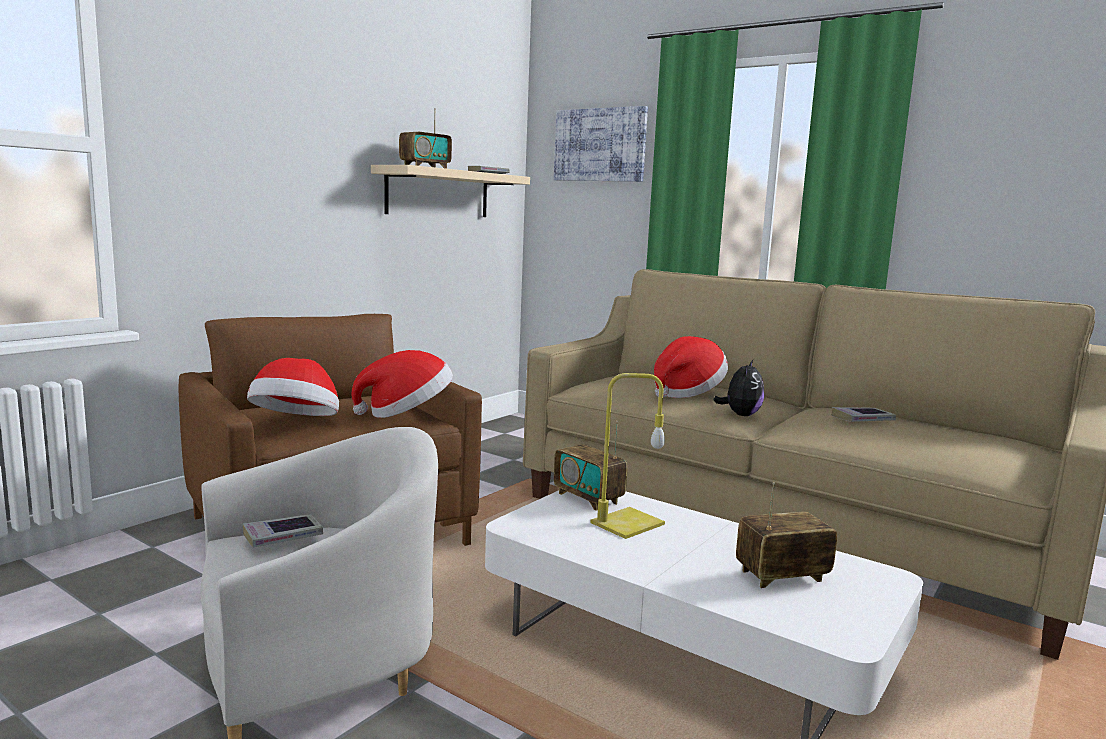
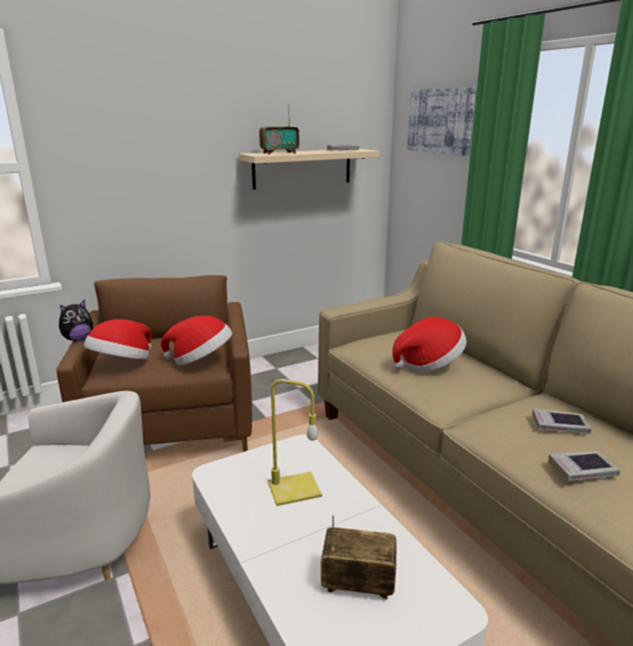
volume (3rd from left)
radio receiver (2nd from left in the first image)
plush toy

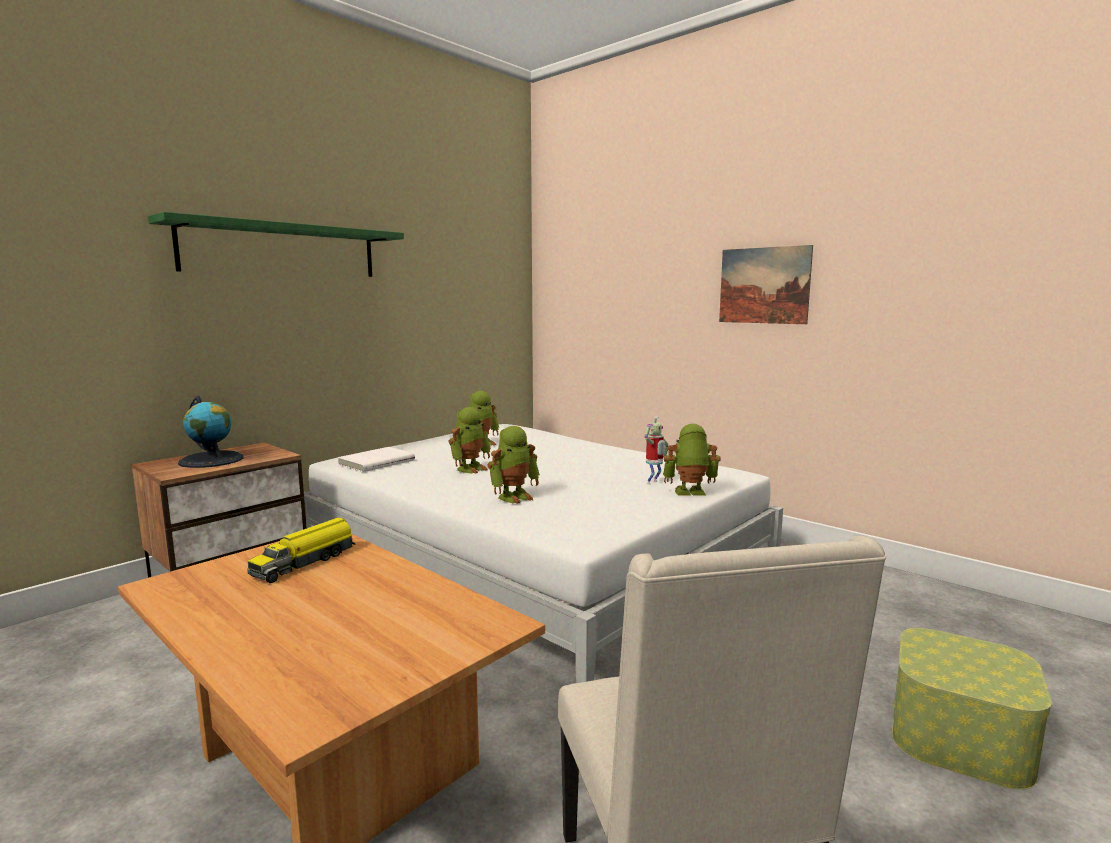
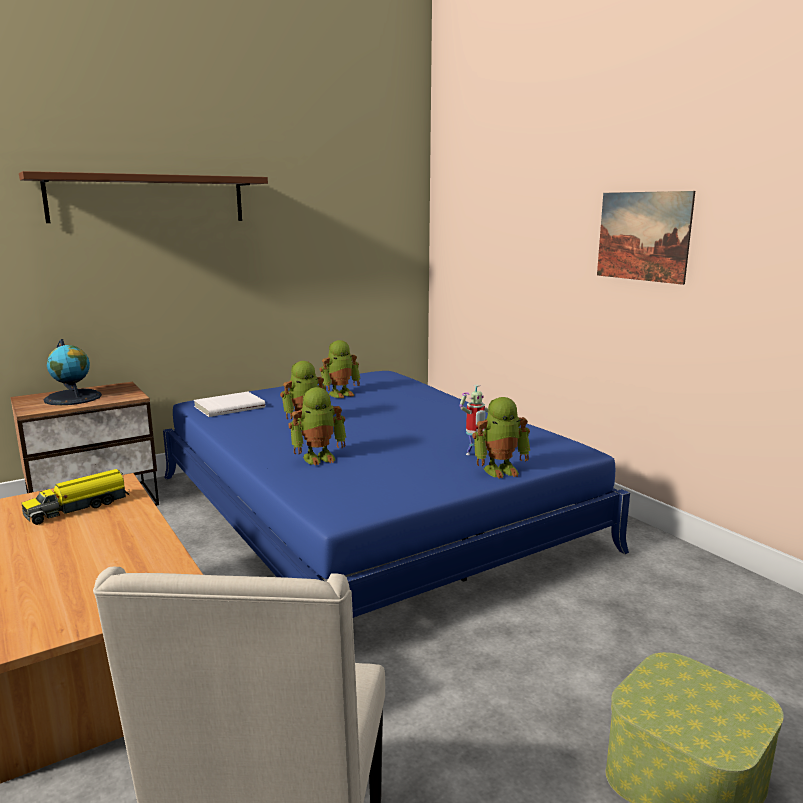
shelf (brown-coloured)
bedroom bed (bluish)
toy robot (5th from left)

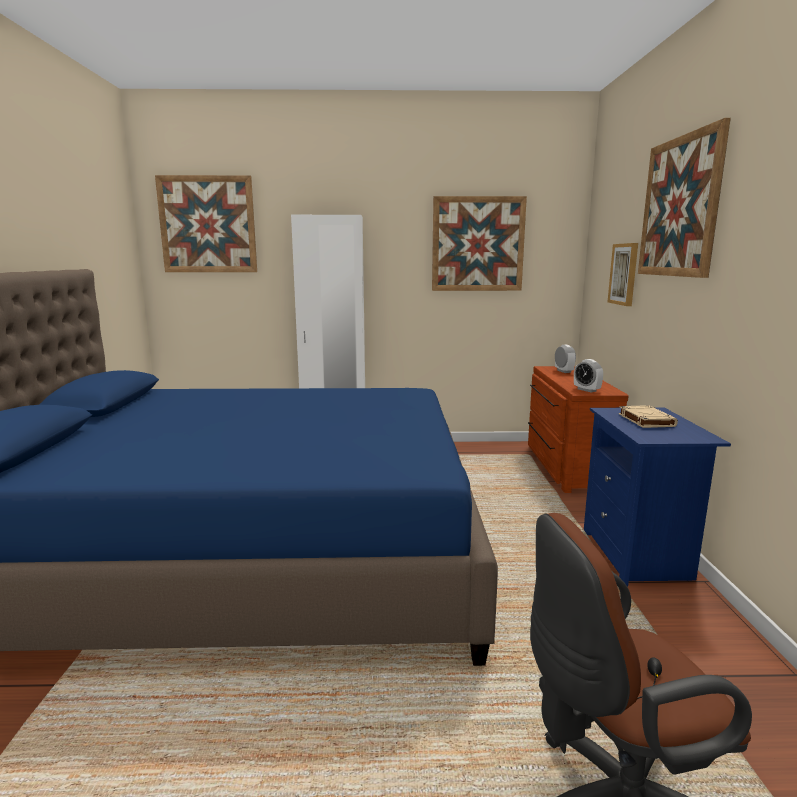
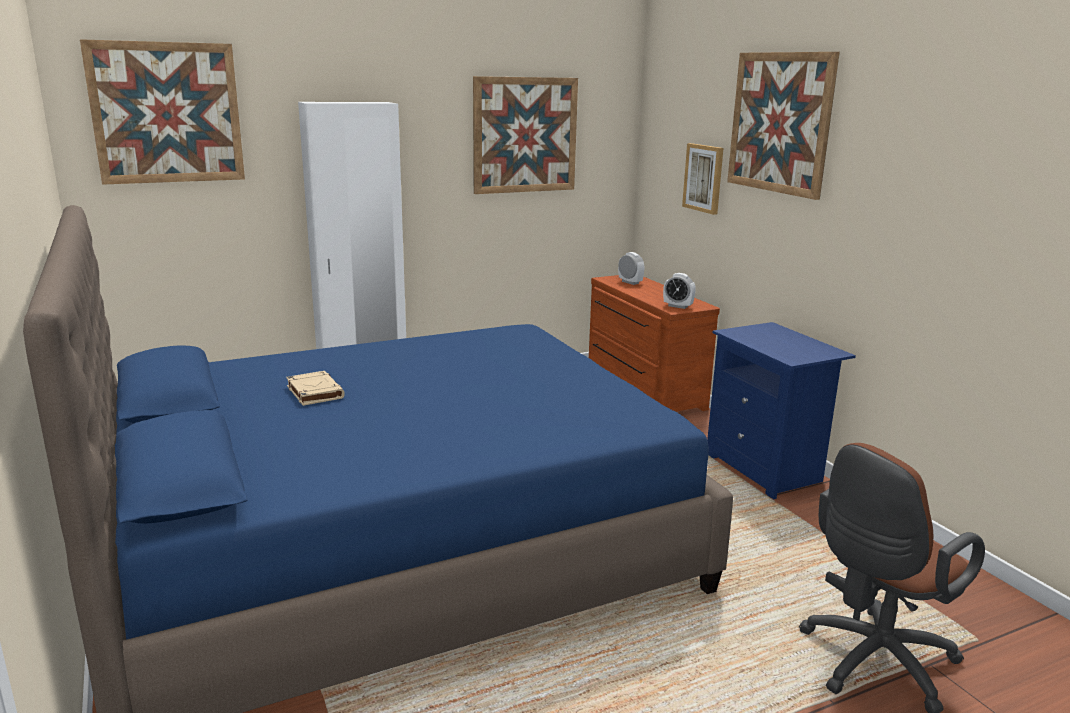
volume (beige-coloured)

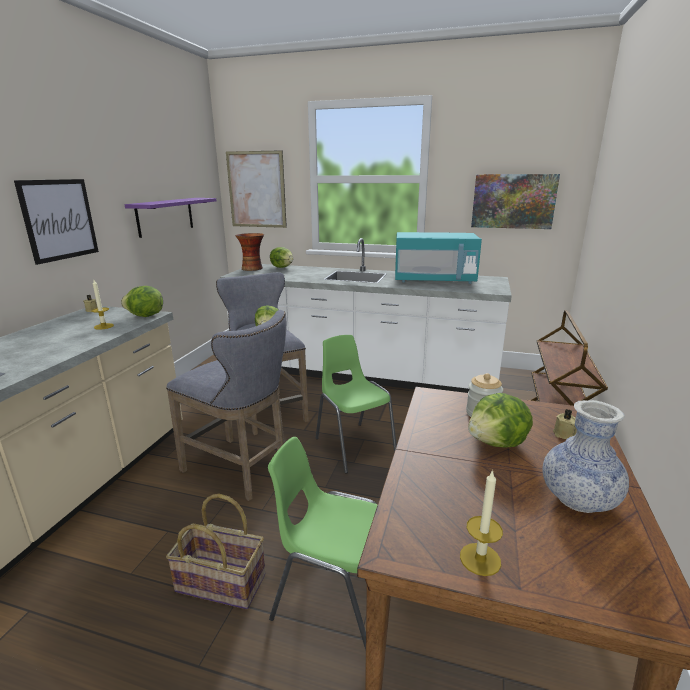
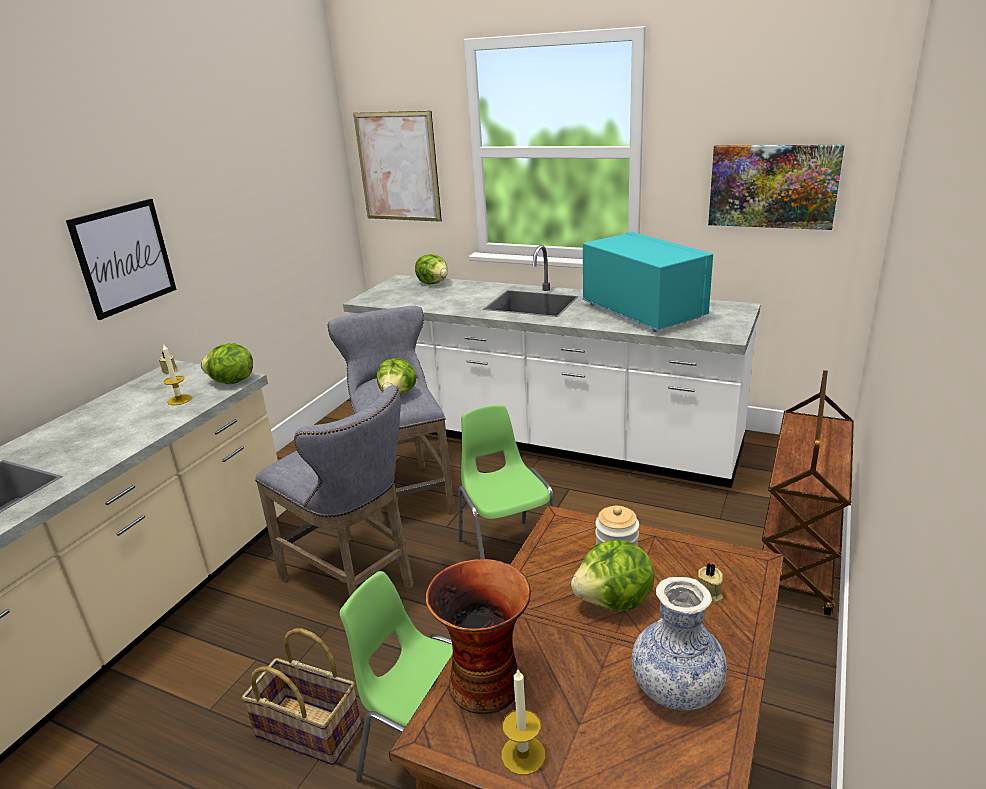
shelf (purple)
vase (1st from left)
kitchen microwave (turquoise-coloured)

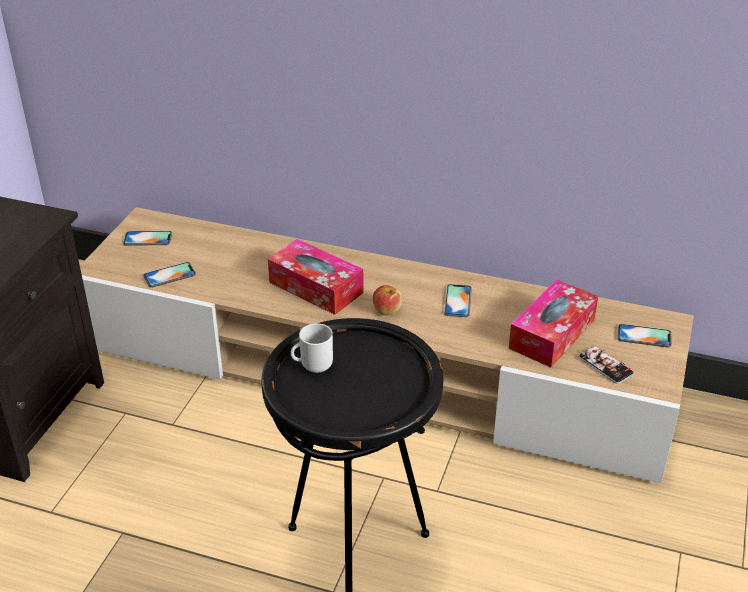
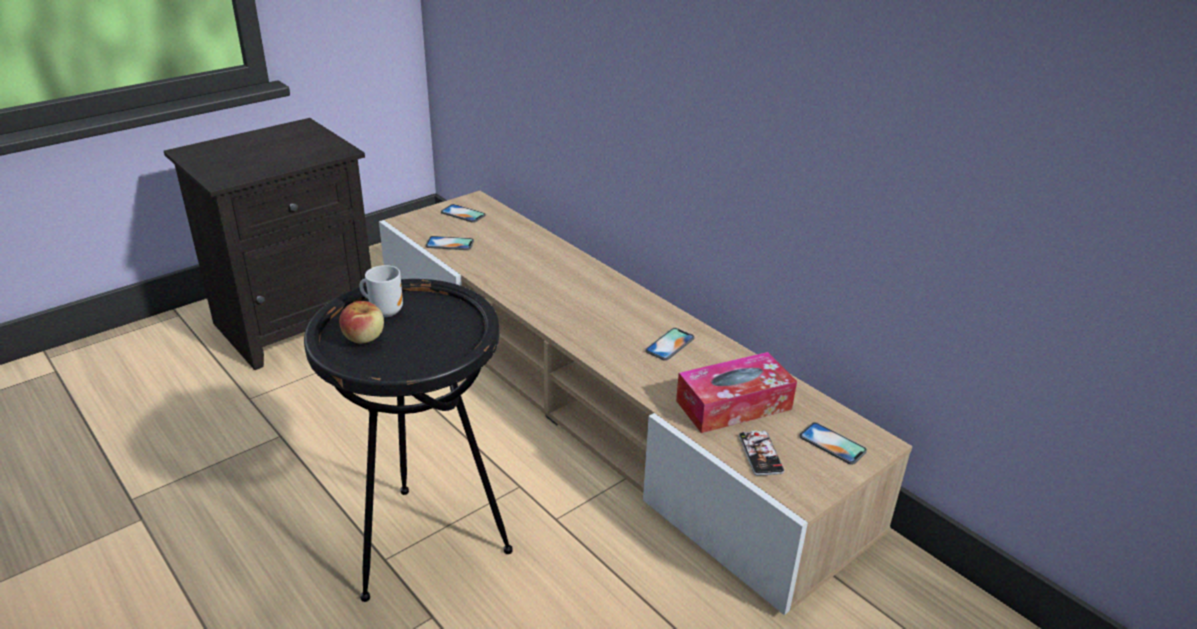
box of tissues (1st from left in the first image)
apple fruit

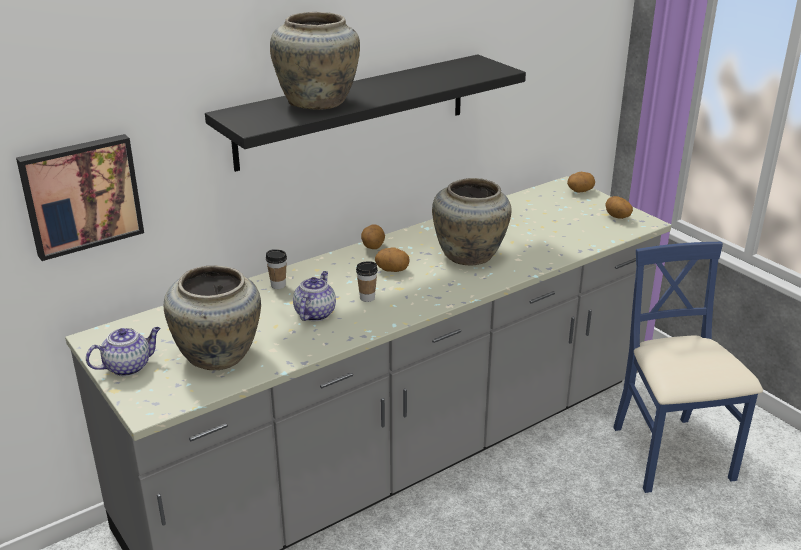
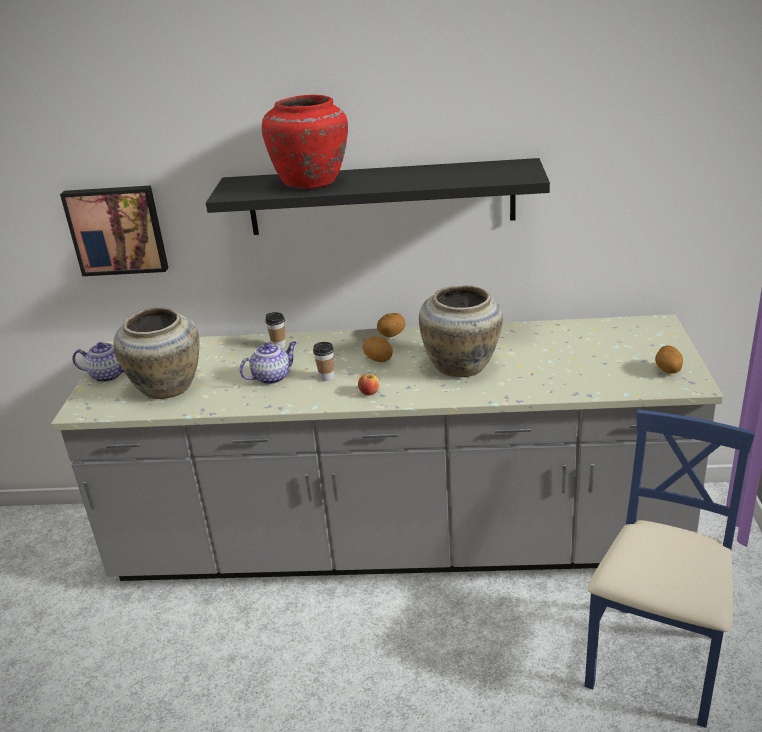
vase (red-coloured)
spud (3rd from left in the first image)
apple fruit

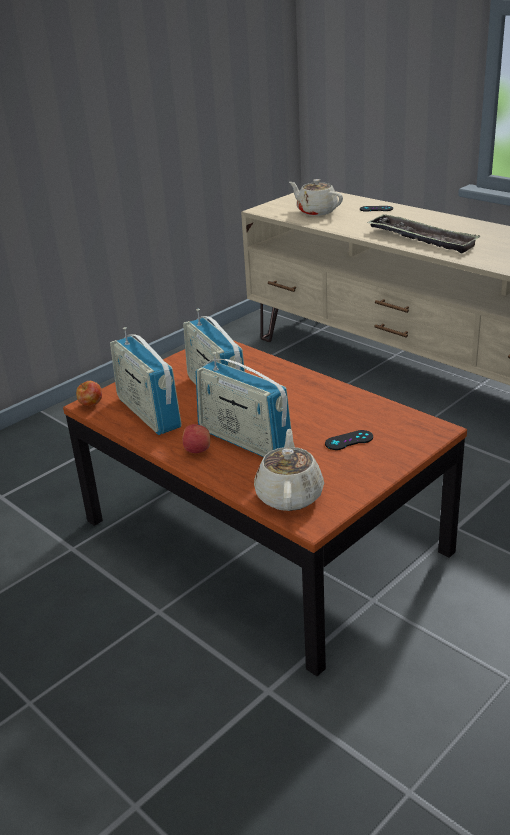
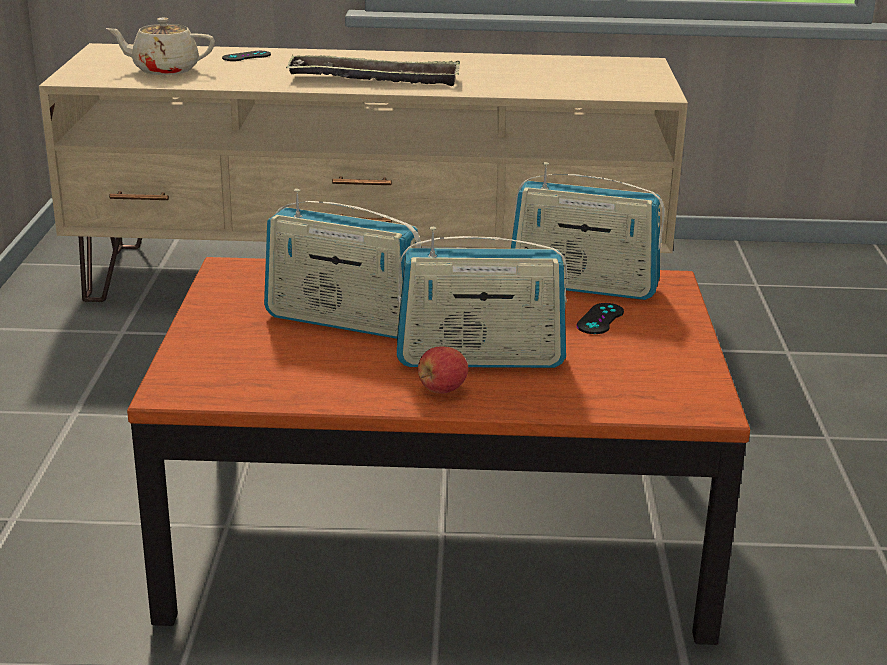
apple fruit (1st from left in the first image)
radio receiver (3rd from left)
pot for tea (beige-coloured) (1st from left in the first image)

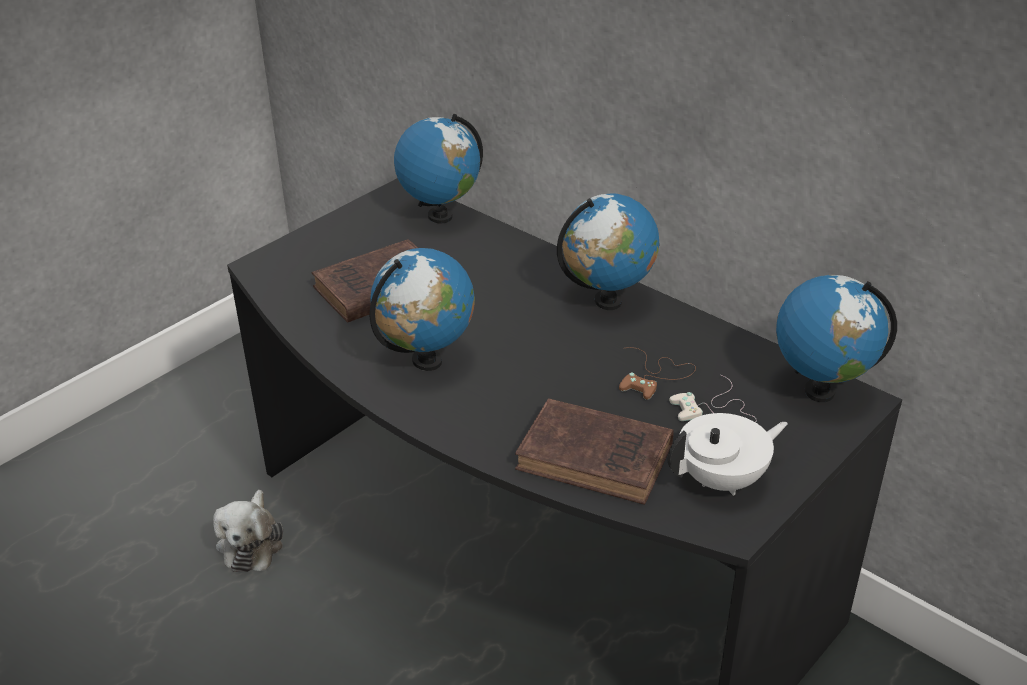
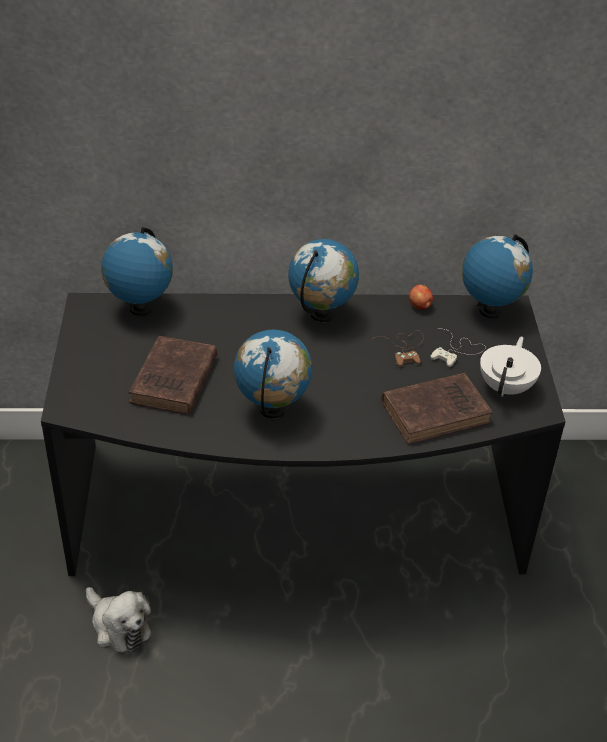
apple fruit

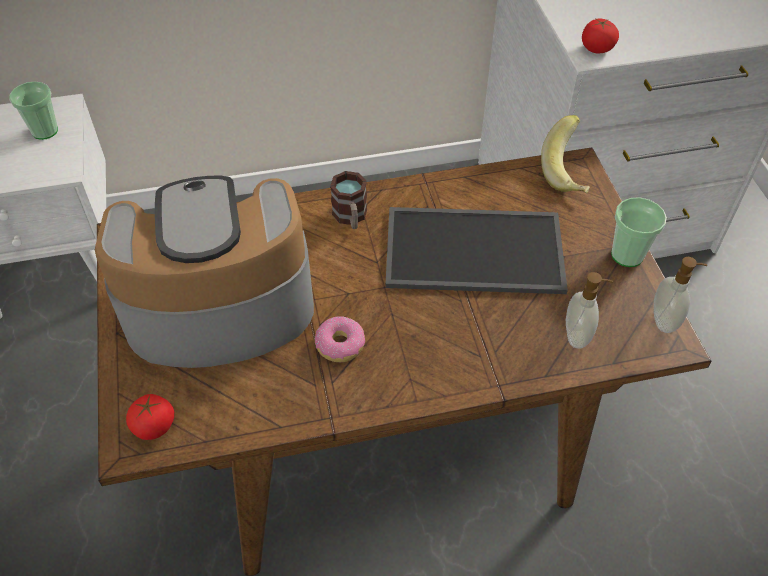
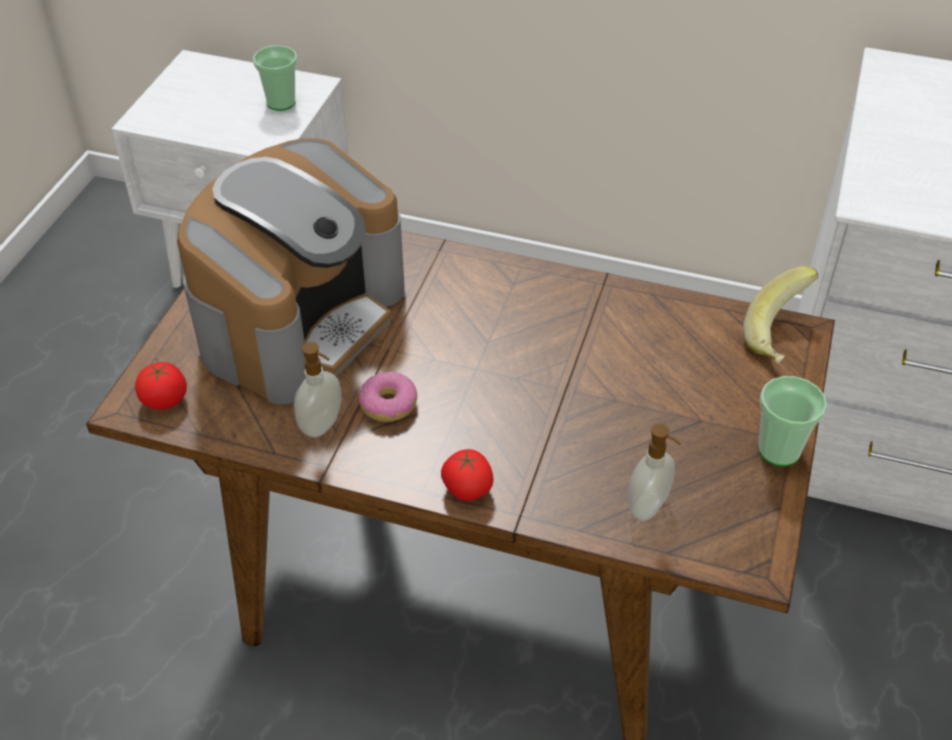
coffee brewer
coffee mug
tray
fresh tomato (2nd from left)
liquid soap bottle (1st from left)

